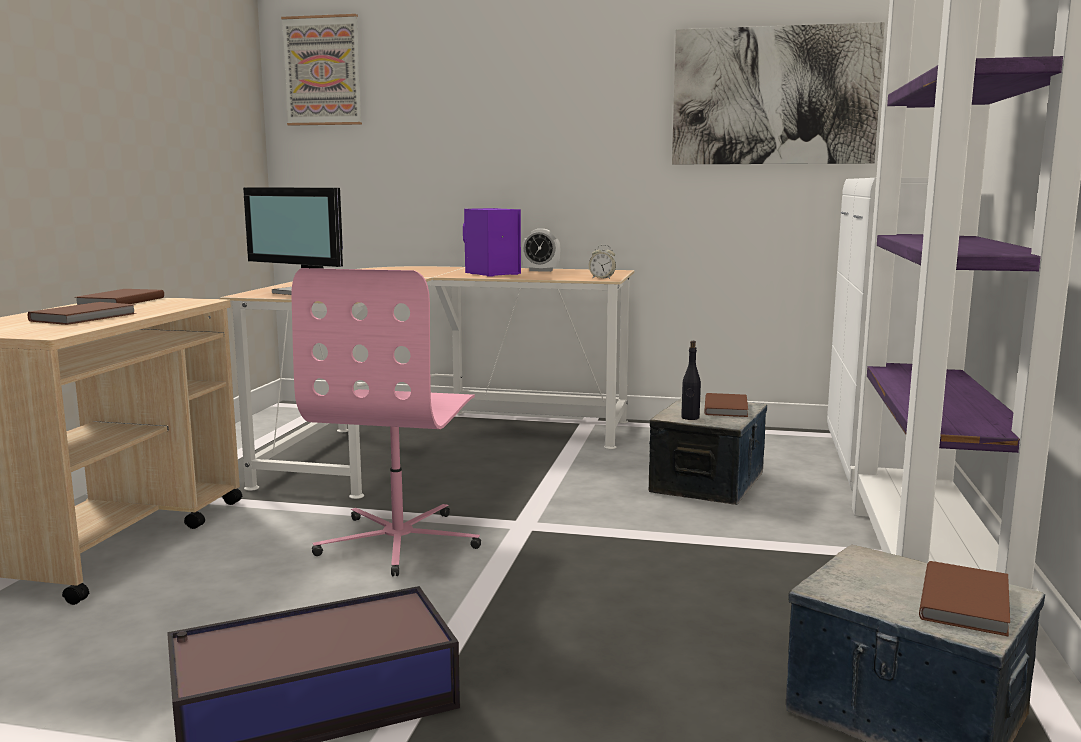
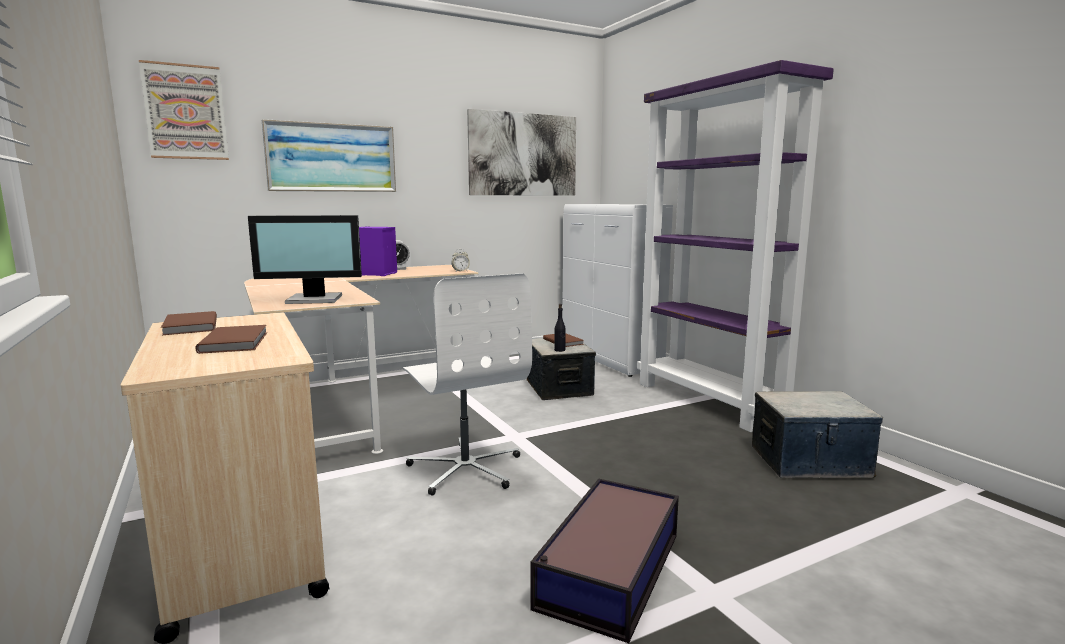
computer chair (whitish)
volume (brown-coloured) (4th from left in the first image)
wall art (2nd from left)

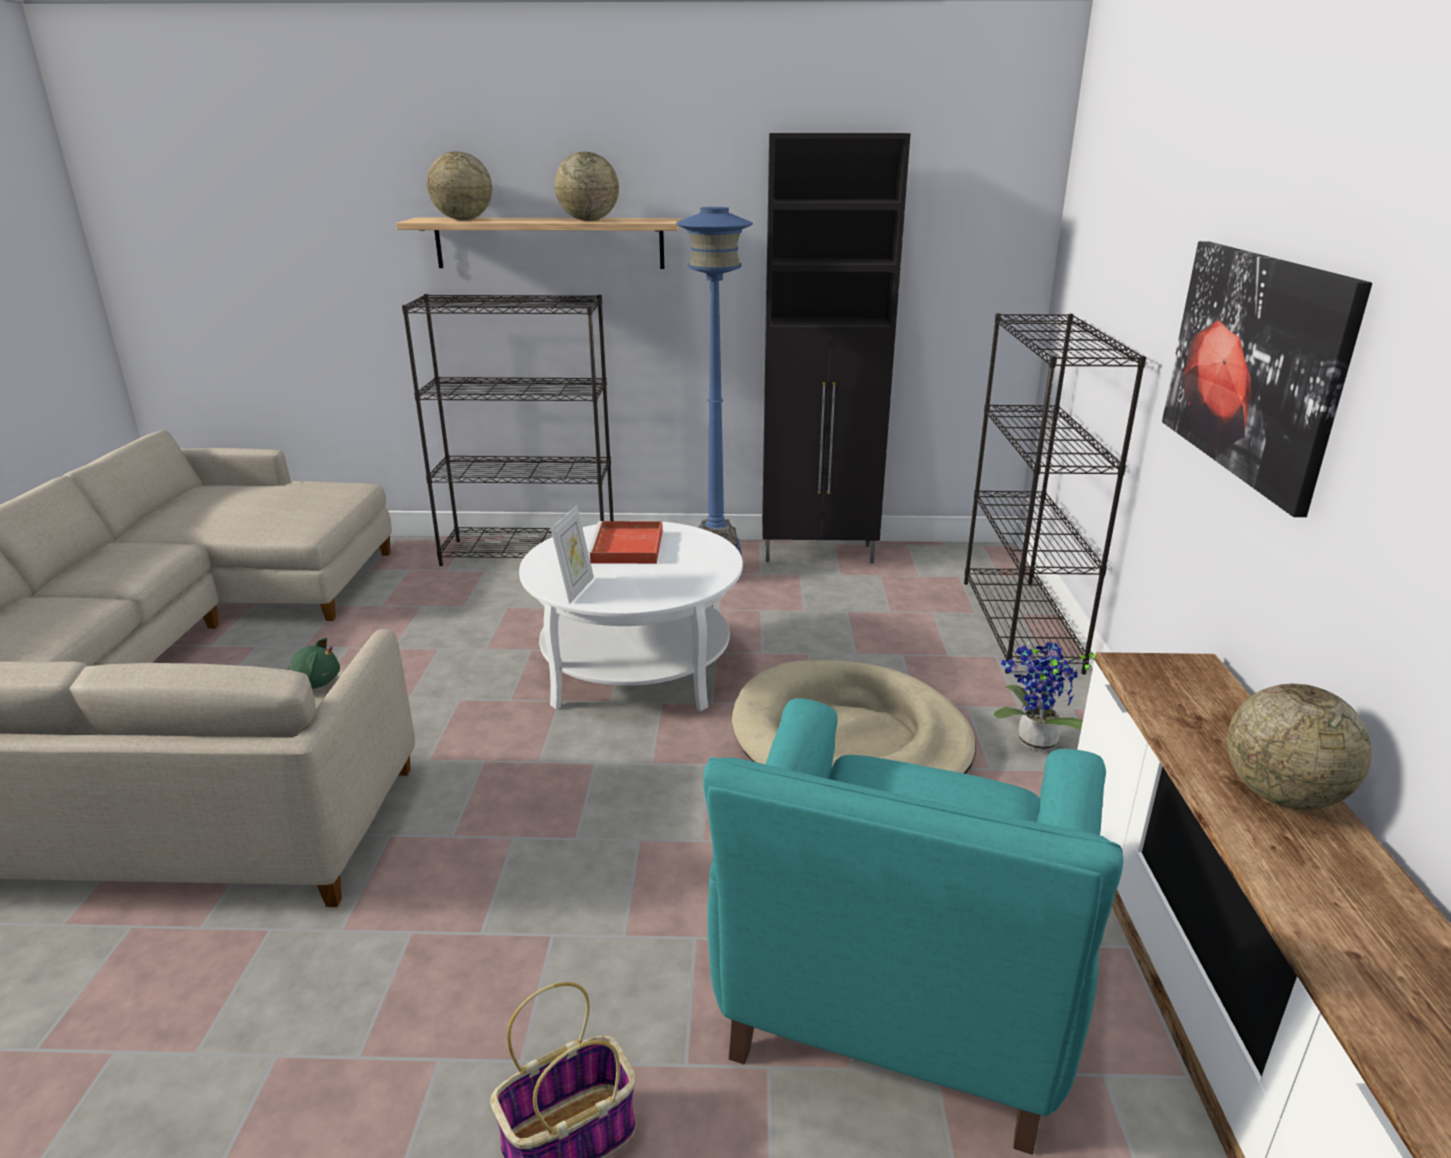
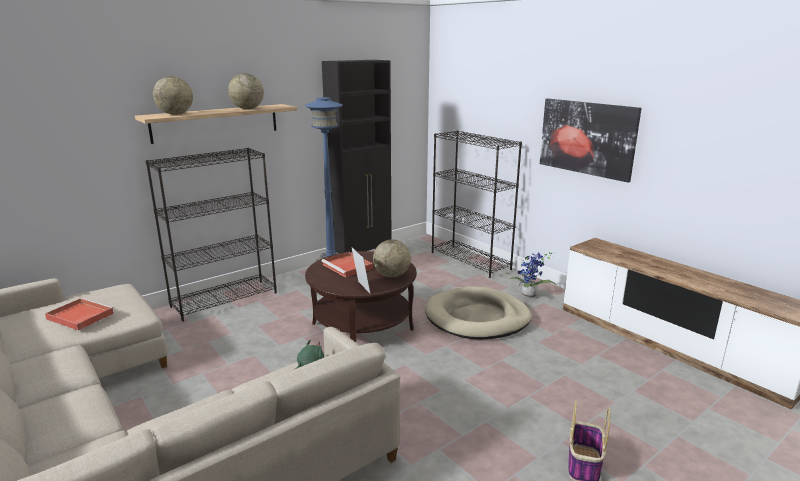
coffee table (brown-coloured)
lounge chair (turquoise-coloured)
world globe (3rd from left)
tray (red-coloured) (1st from left)

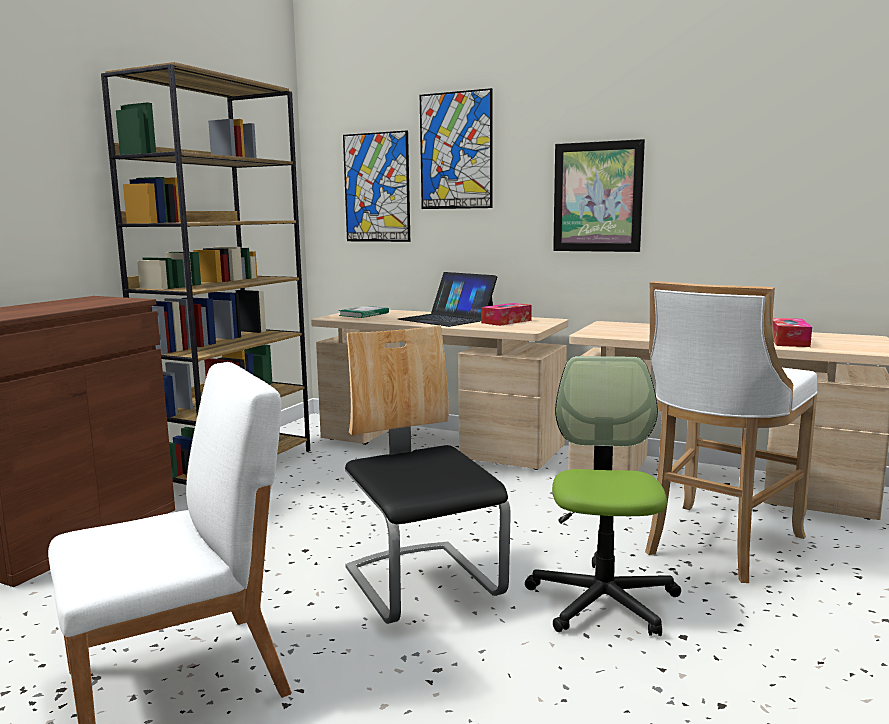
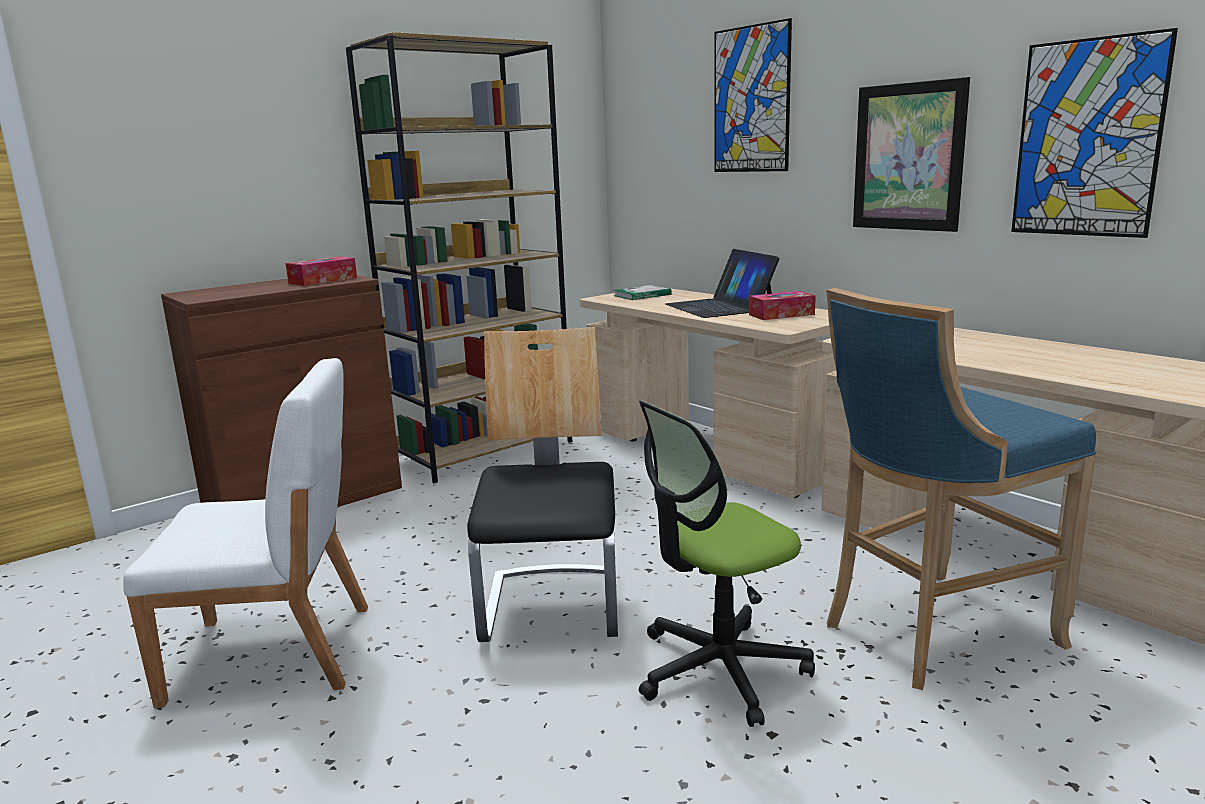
wall art (3rd from left)
computer chair
sitting stool (bluish)
box of tissues (1st from left)

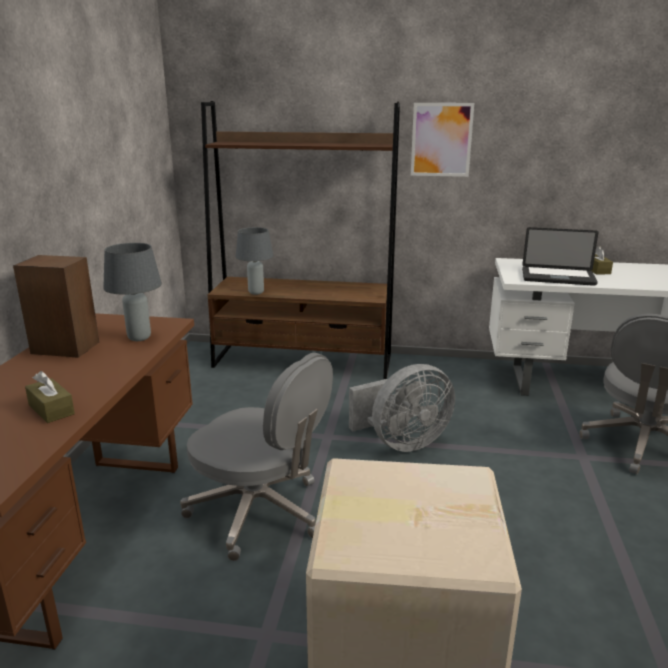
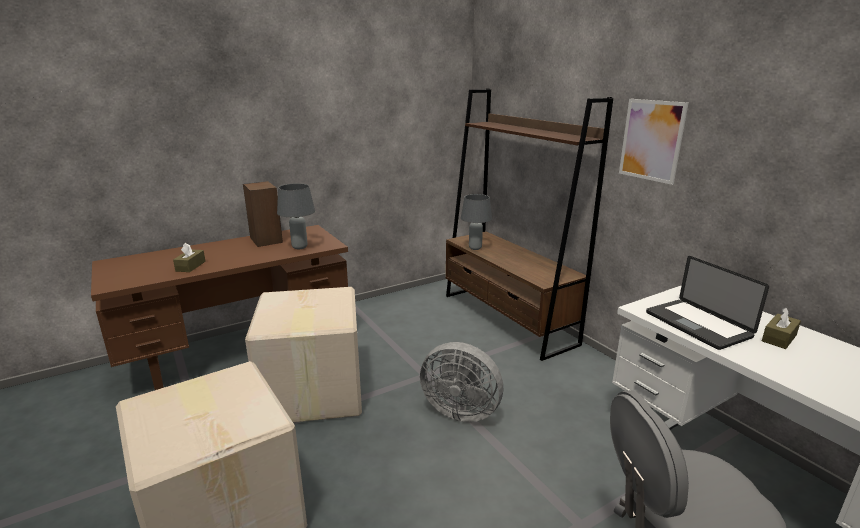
cardboard box (2nd from left)

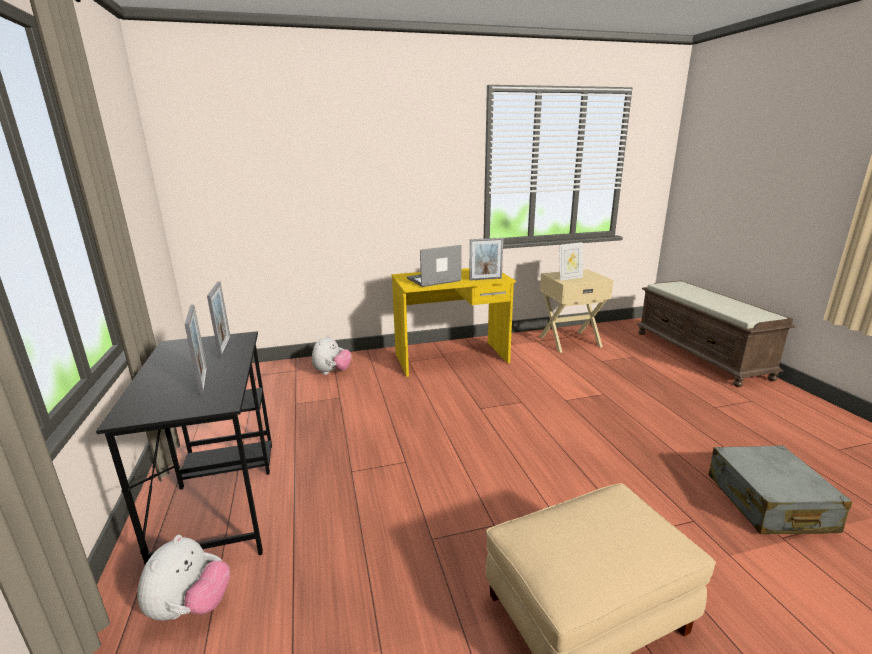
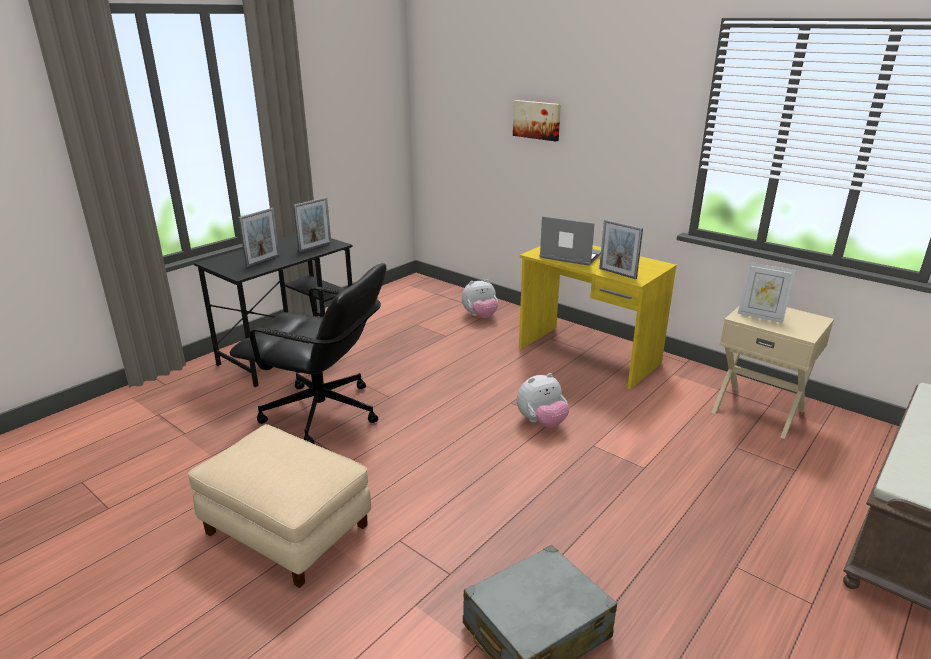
plush toy (2nd from left)
computer chair (black-coloured)
wall art

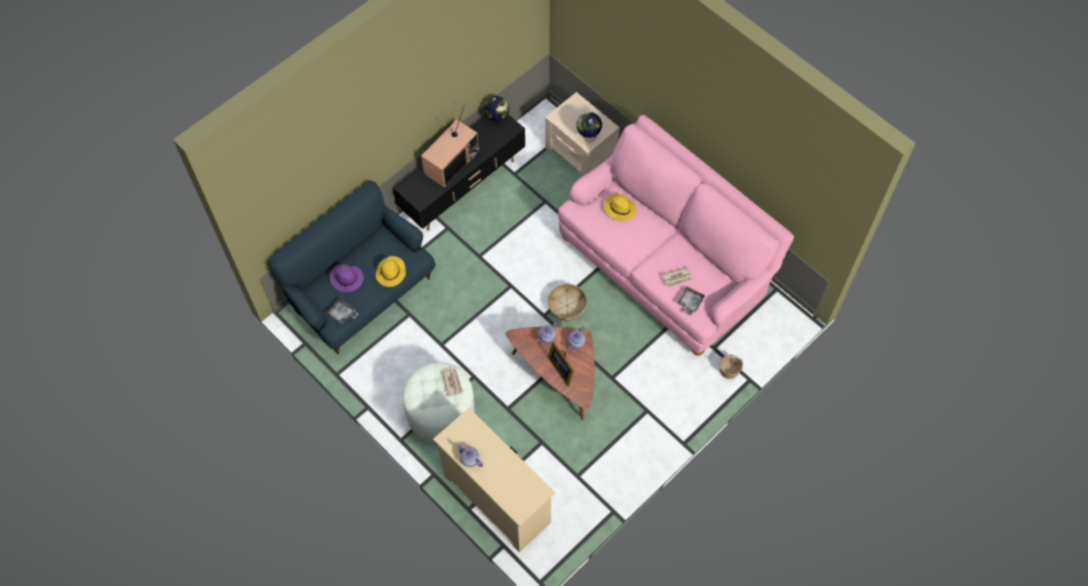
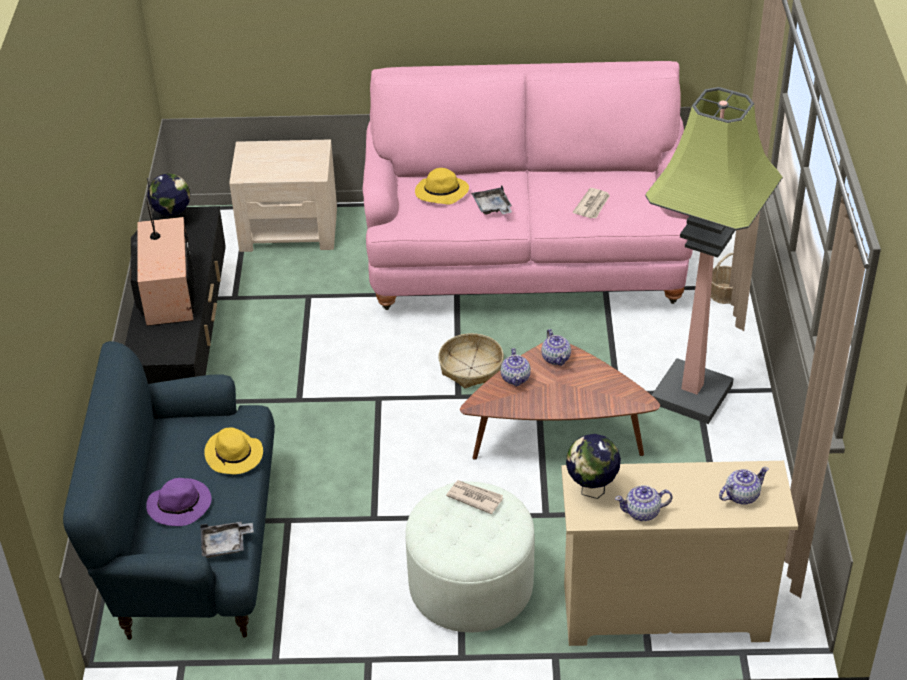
picture frame
world globe (2nd from left)
tray (grey) (2nd from left)
standing lamp
pot for tea (4th from left)

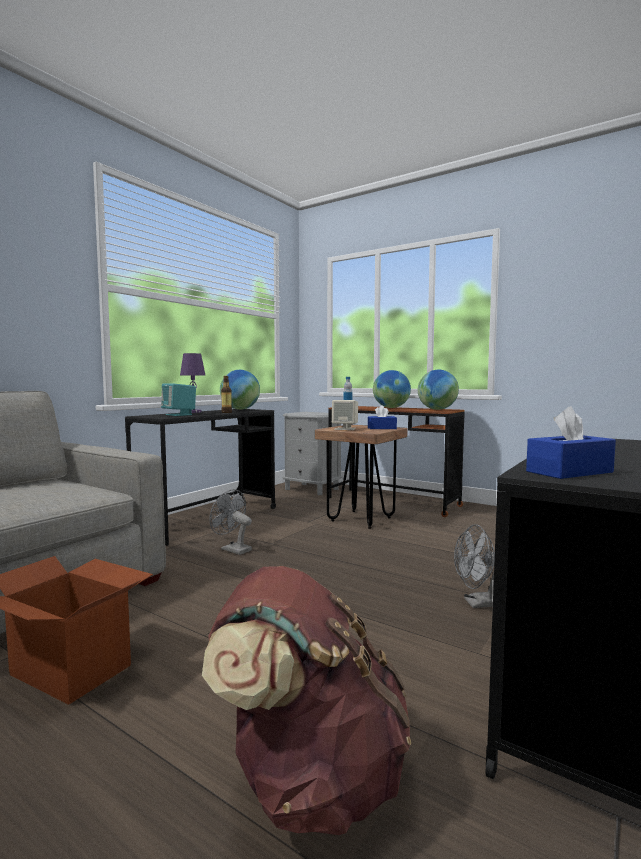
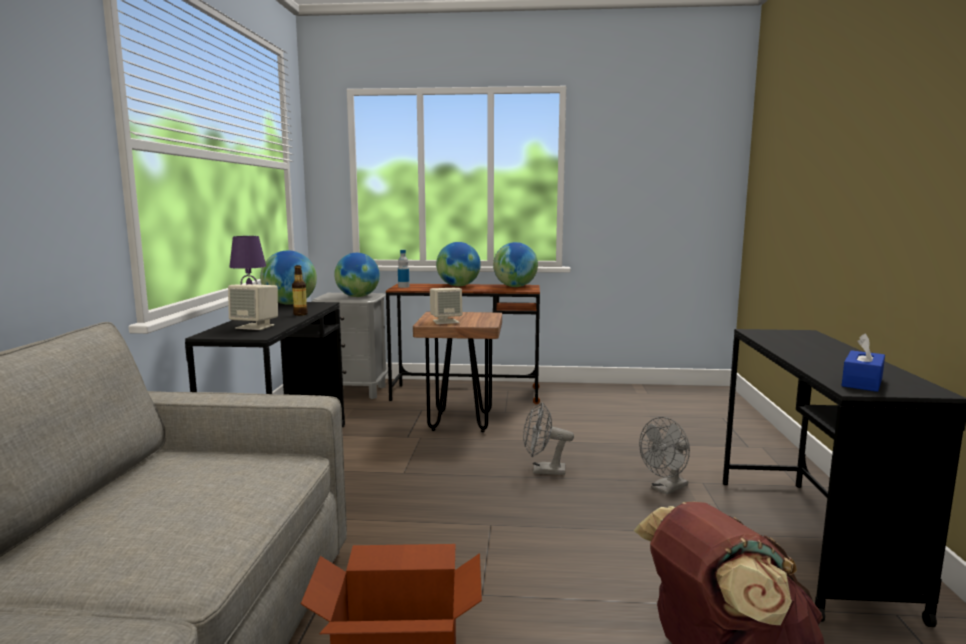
loudspeaker (beige-coloured) (1st from left)
cooling fan (grey) (1st from left)
box of tissues (bluish) (1st from left in the first image)
world globe (2nd from left)

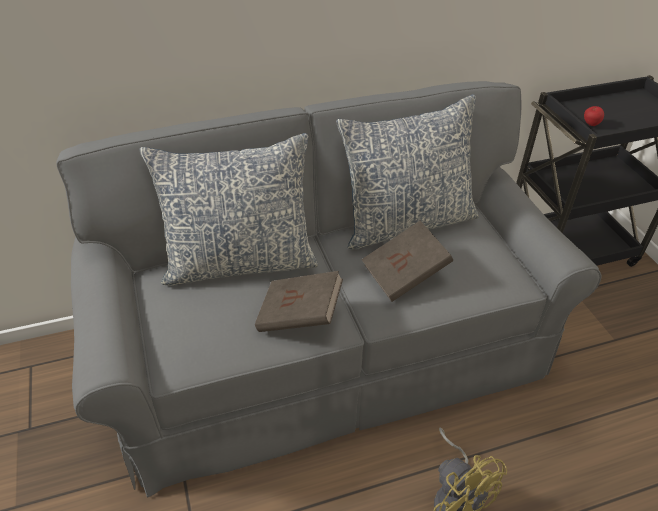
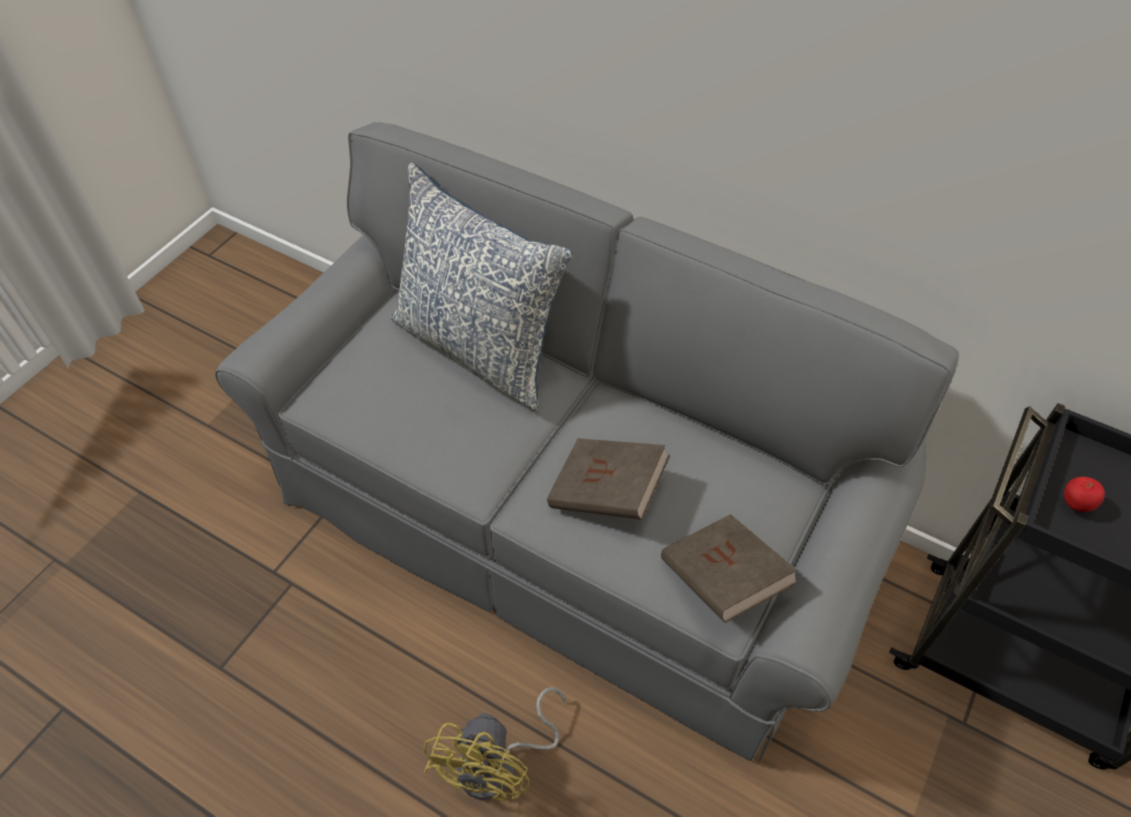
volume (brown-coloured) (2nd from left)
throw pillow (2nd from left in the first image)

